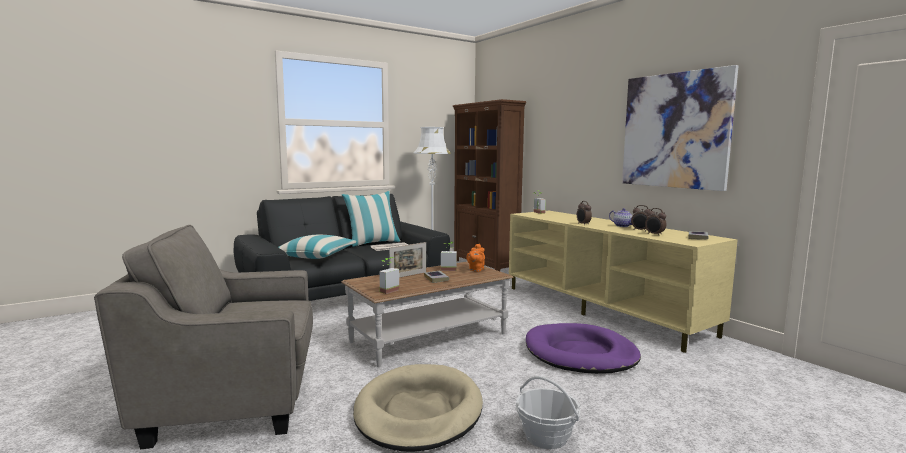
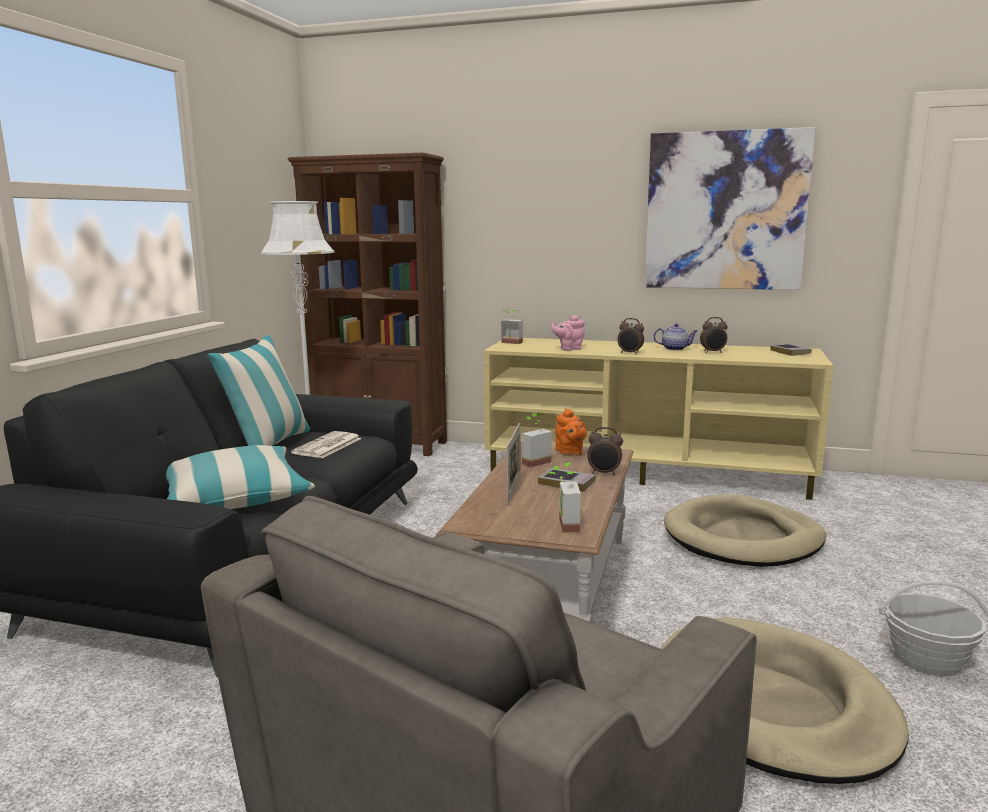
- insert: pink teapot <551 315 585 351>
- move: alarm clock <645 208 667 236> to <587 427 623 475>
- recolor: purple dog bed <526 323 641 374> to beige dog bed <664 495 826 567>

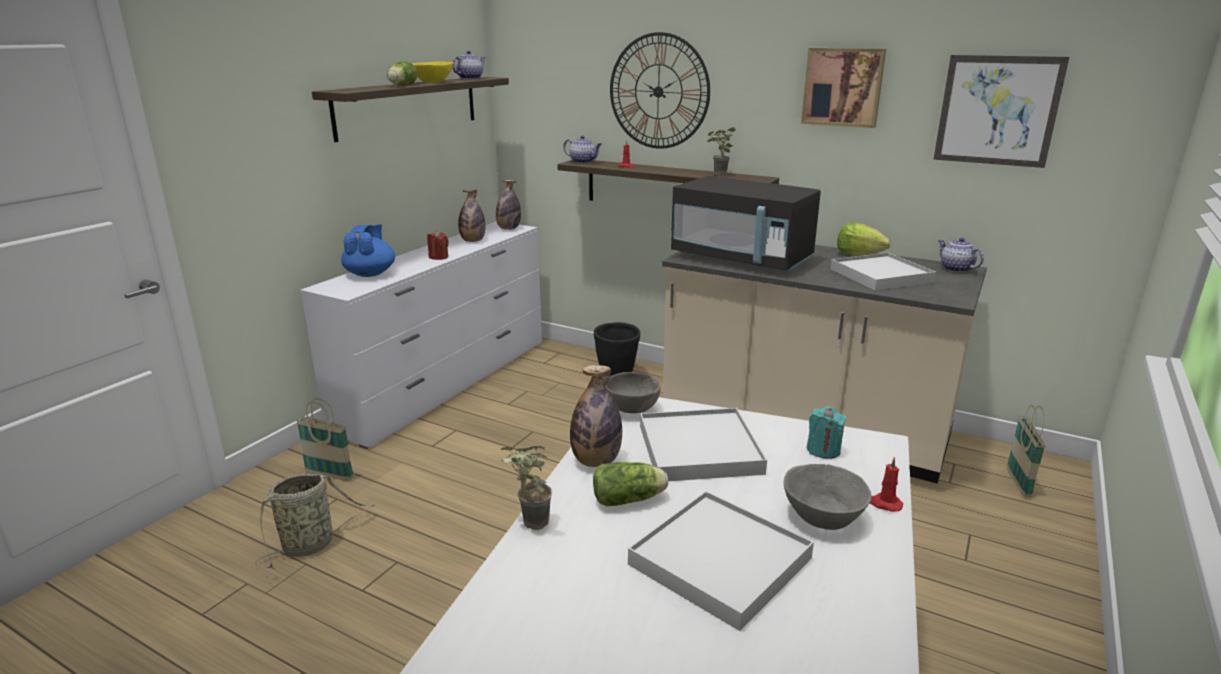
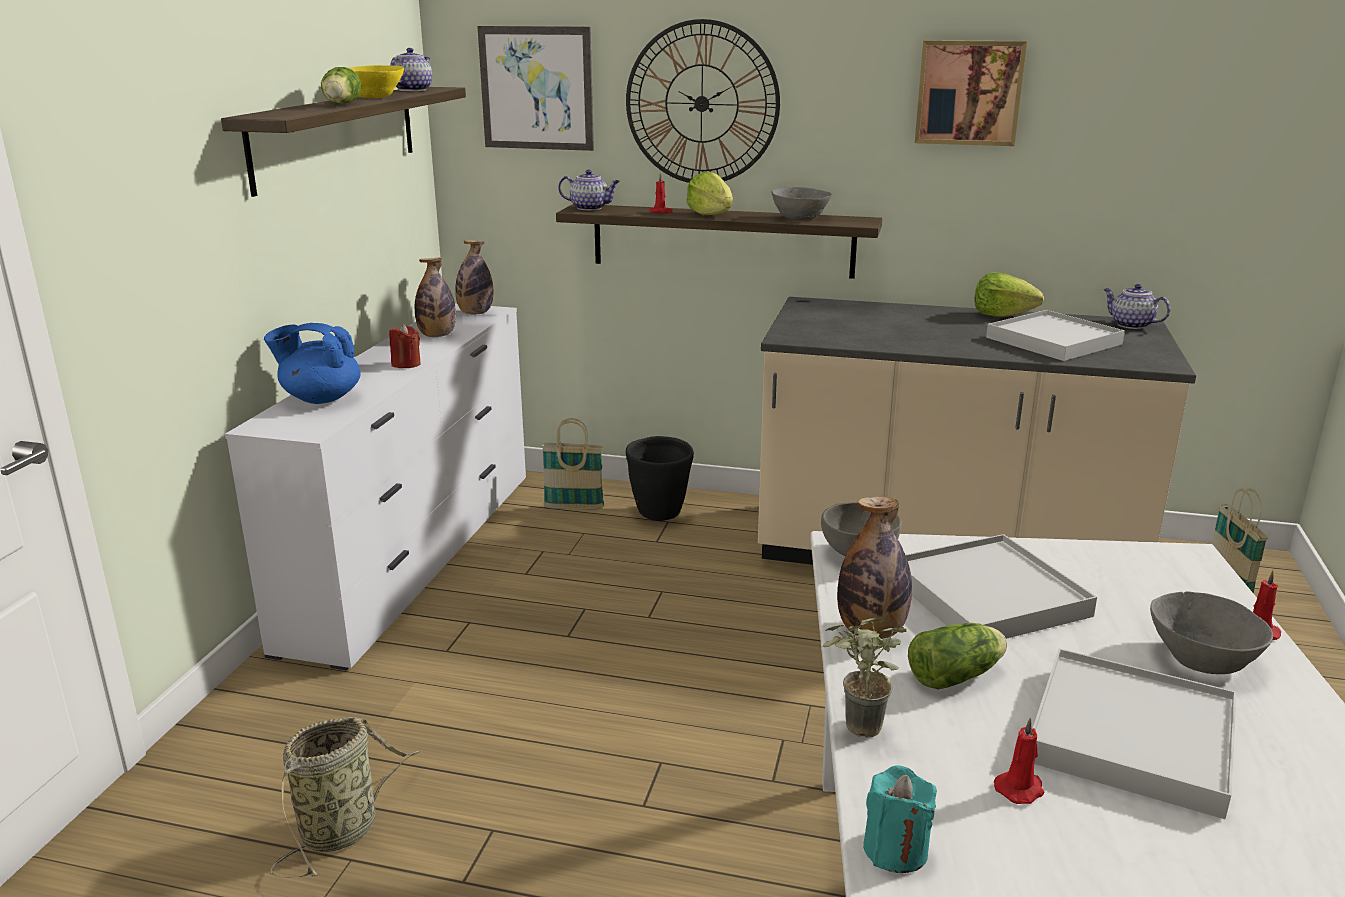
- rotate: blue teapot <341 224 395 277> = <264 323 360 404> 75 degrees counterclockwise
- move: picture <933 55 1069 168> to <477 26 594 151>
- move: basket <296 398 354 481> to <542 418 605 509>
- insert: lettuce <686 172 733 215>
- replace: potted plant <707 127 735 176> to grey bowl <772 187 832 220>
- move: turquoise candle <807 406 846 459> to <863 765 937 873>
- insert: red candle <994 717 1045 804>
- delete: black microwave <671 176 821 273>

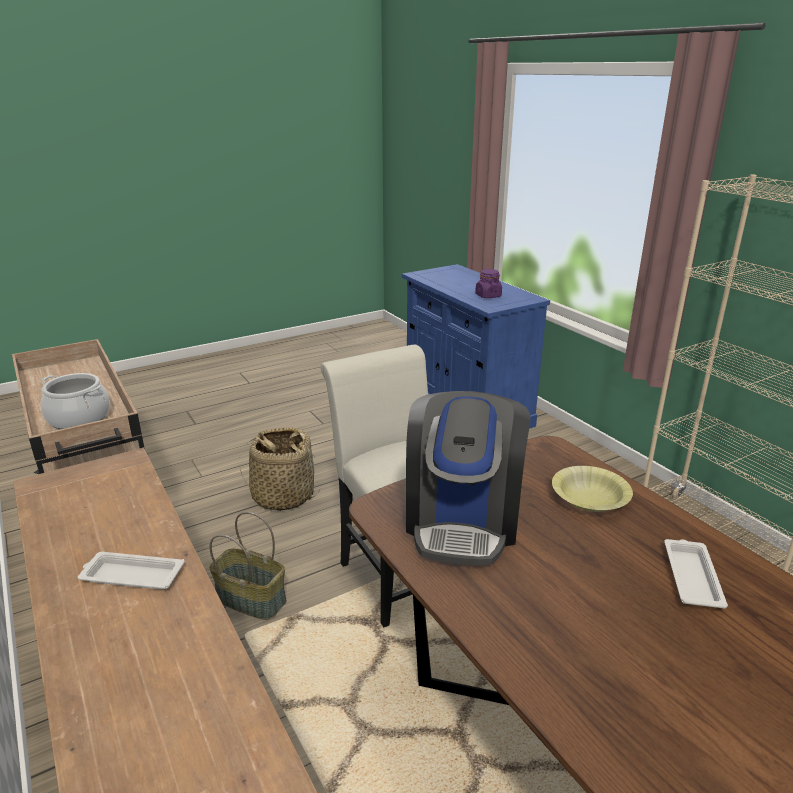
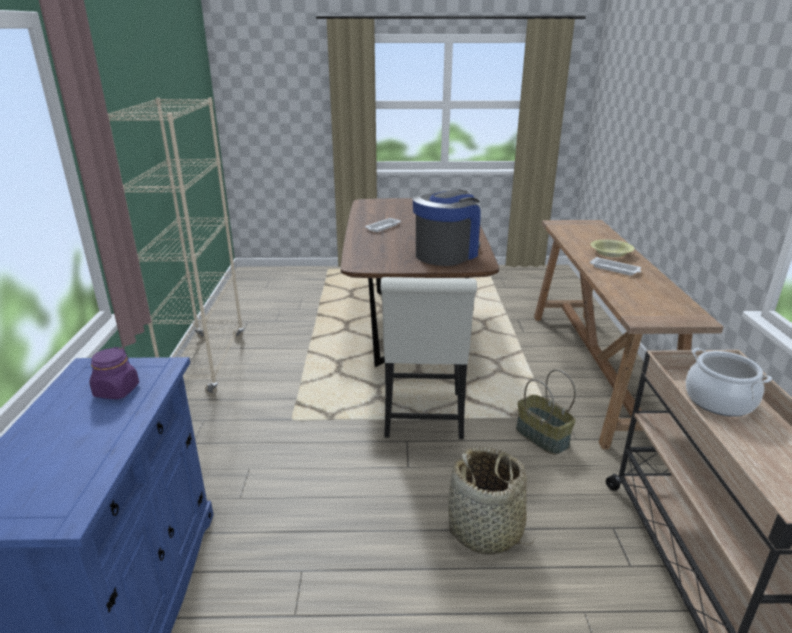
- move: yellow bowl <552 466 633 512> to <590 239 634 257>

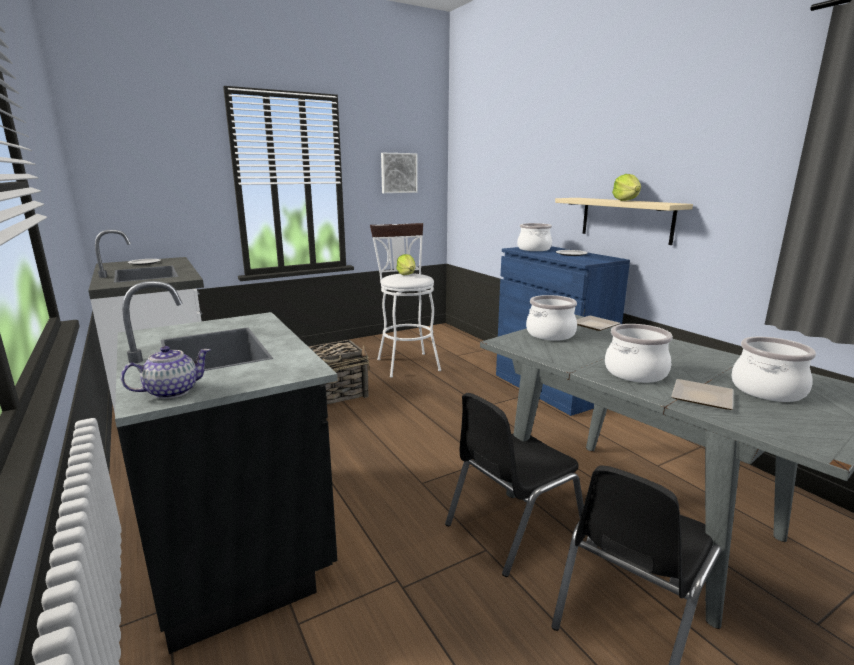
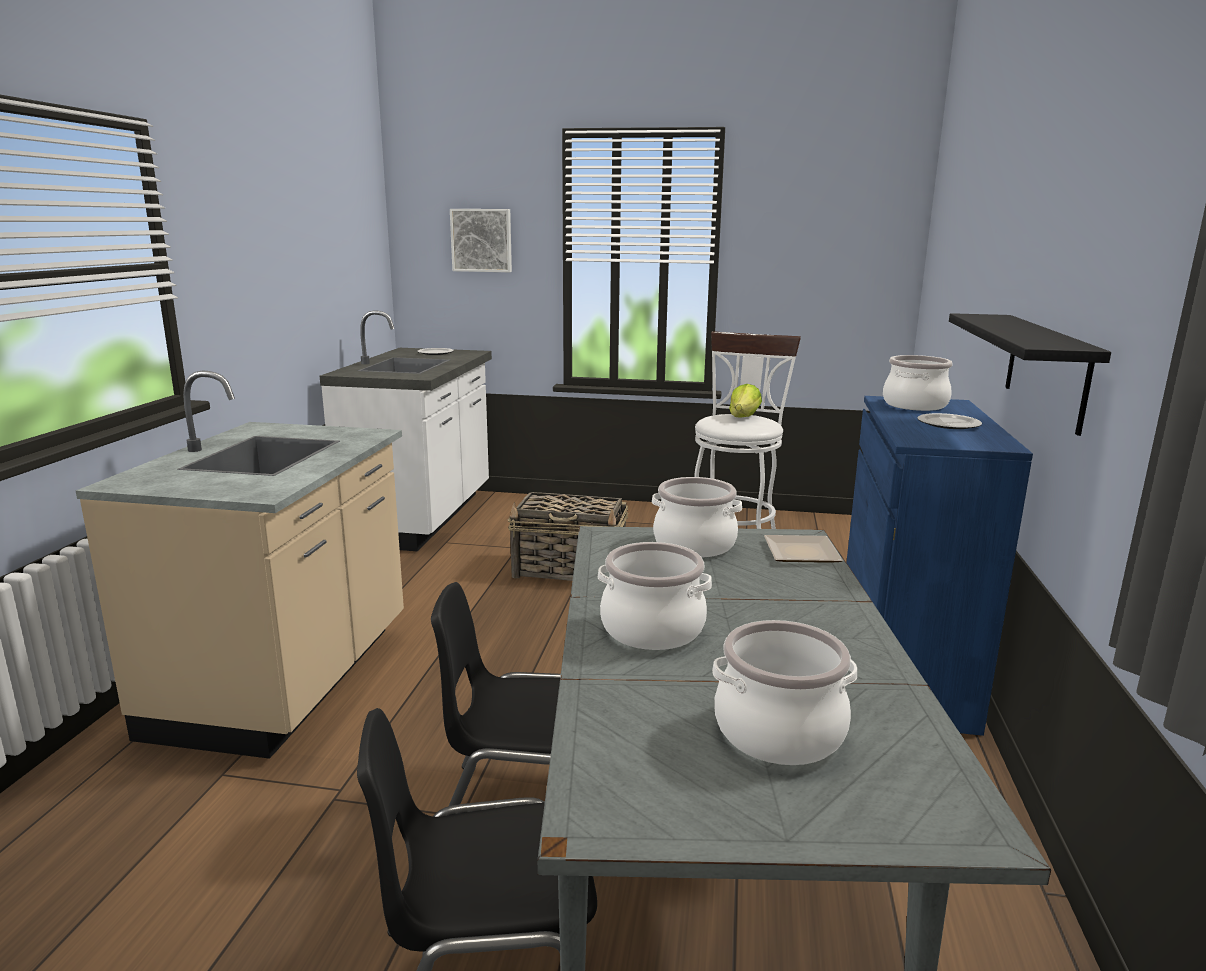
- recolor: black counter <115 281 338 654> to beige counter <76 370 404 759>
- move: picture <381 153 418 193> to <450 209 512 272>
- recolor: beige shelf <555 198 693 245> to black shelf <949 313 1111 436>
- delete: teapot <121 346 210 399>
- delete: lettuce <612 174 641 201>
- delete: plate <671 379 733 410>

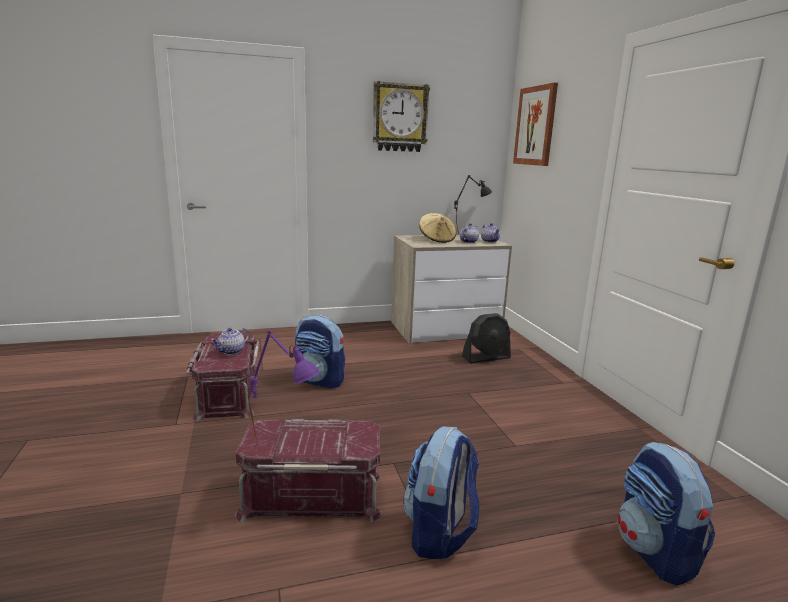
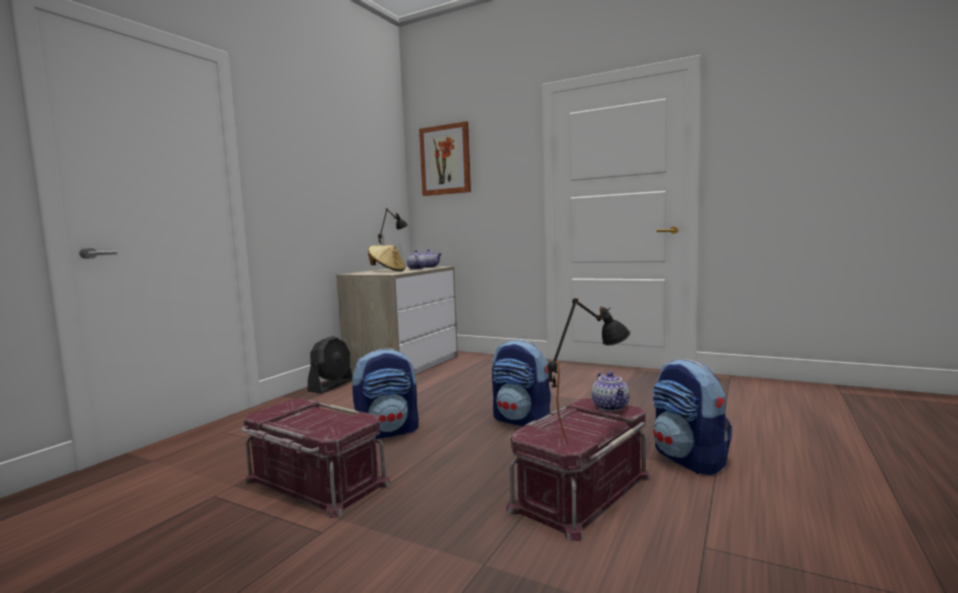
- move: black fan <462 313 511 363> to <307 336 353 393>
- move: backpack <617 442 715 586> to <492 340 551 426>
- recolor: purple table lamp <248 331 320 447> to black table lamp <548 298 630 444>
- move: teapot <211 328 249 355> to <591 372 629 411>
- delete: wall clock <372 81 430 152>

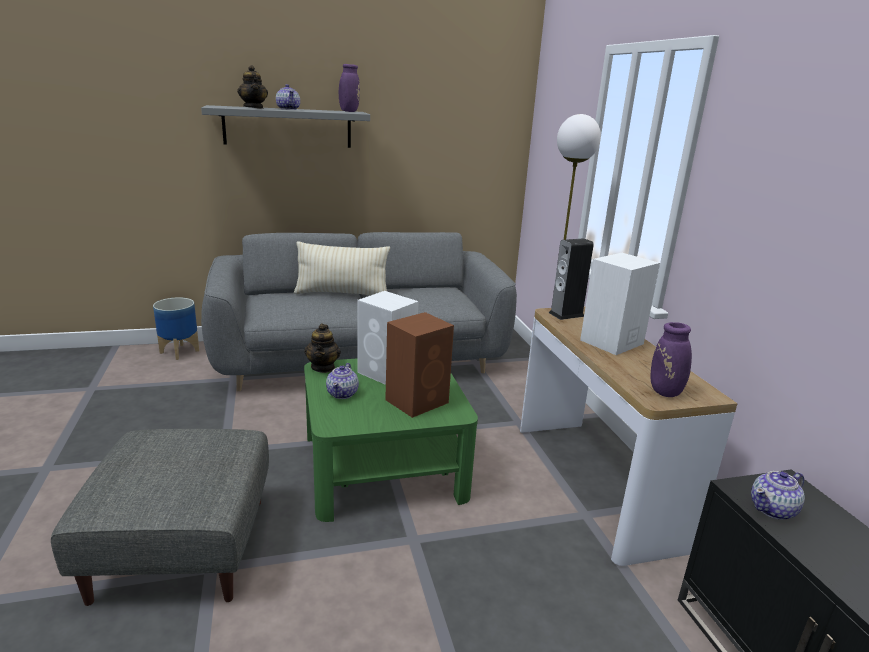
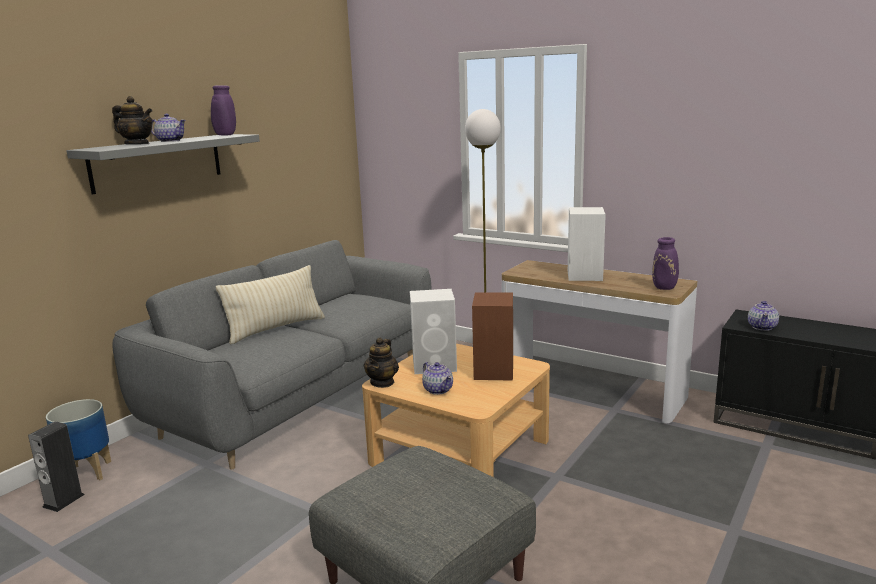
- move: speaker <549 238 594 320> to <28 421 85 512>
- recolor: green coffee table <304 359 478 522> to beige coffee table <362 344 550 477>
- rotate: teapot <304 324 341 373> = <364 337 399 388> 60 degrees clockwise

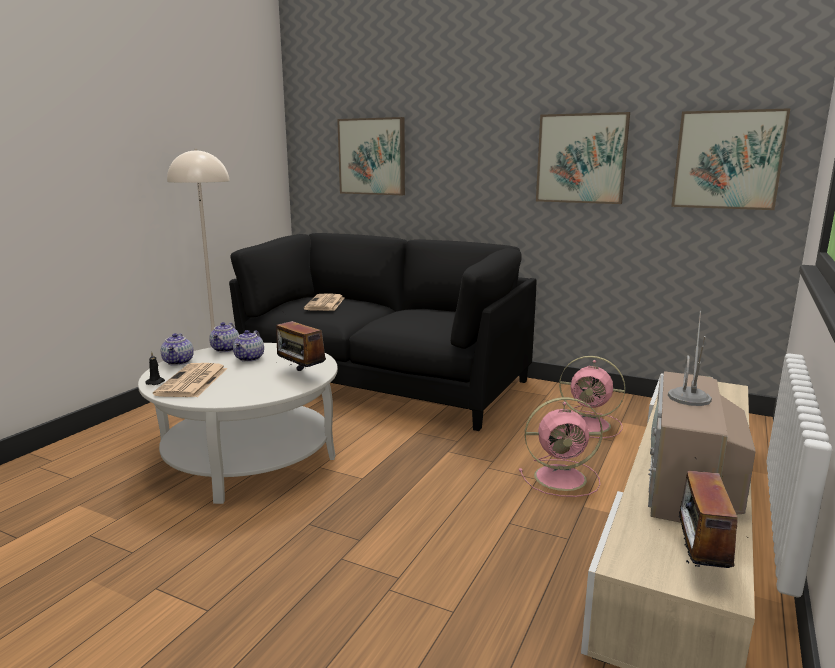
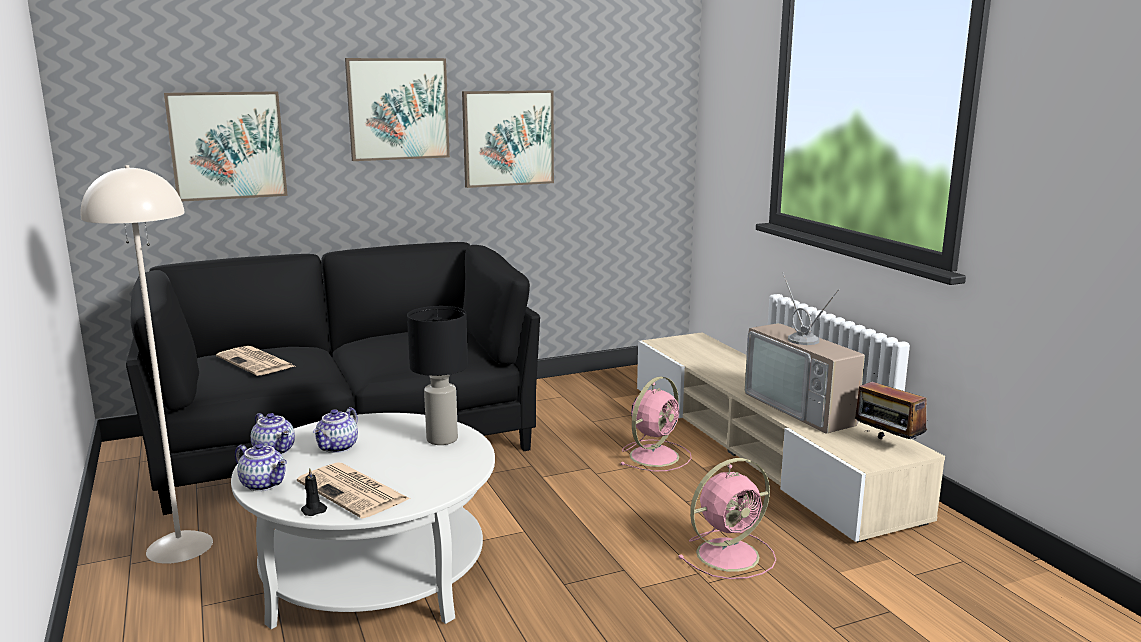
- rotate: teapot <233 330 264 362> = <313 407 358 453> 60 degrees clockwise
- move: picture <671 108 791 210> to <345 58 450 161>
- replace: radio <276 311 326 371> to black table lamp <407 306 468 445>
- move: pink fan <559 356 626 438> to <679 458 776 579>

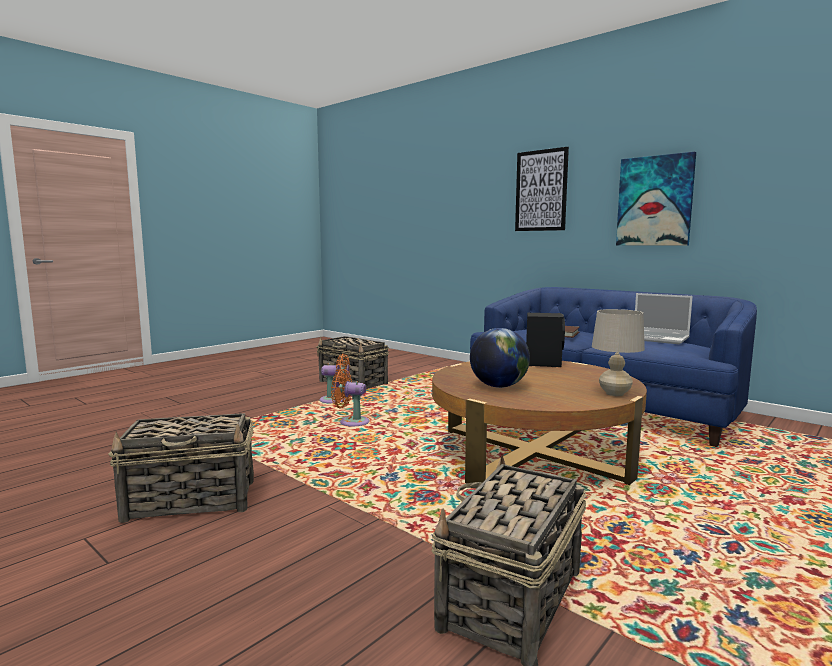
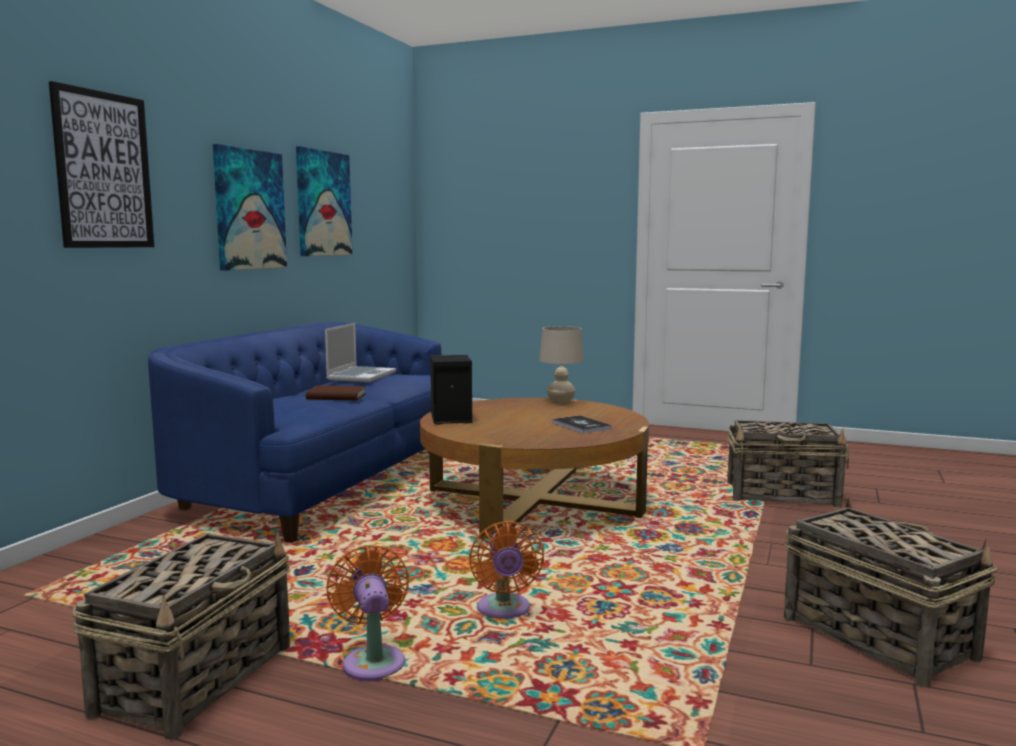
- insert: picture <296 146 352 256>
- replace: globe <470 328 530 388> to book <552 415 612 434>

